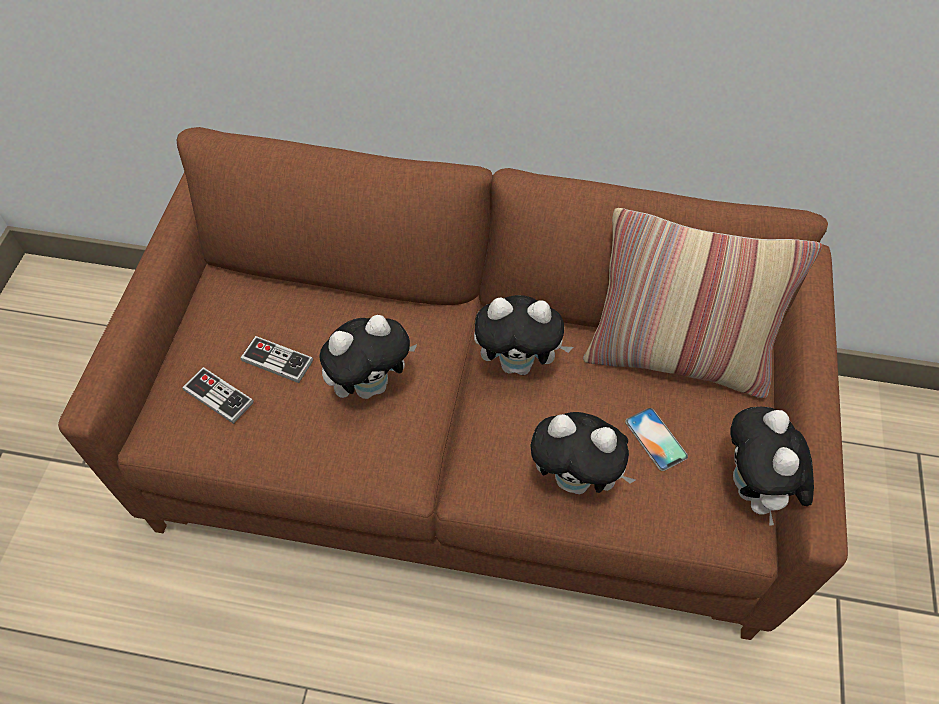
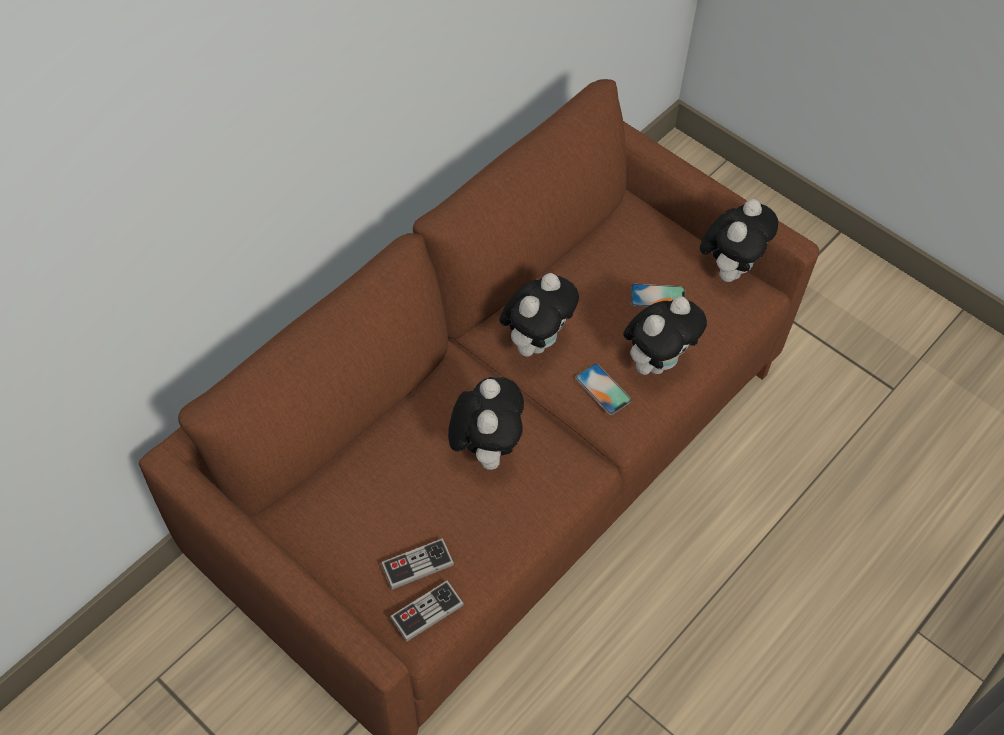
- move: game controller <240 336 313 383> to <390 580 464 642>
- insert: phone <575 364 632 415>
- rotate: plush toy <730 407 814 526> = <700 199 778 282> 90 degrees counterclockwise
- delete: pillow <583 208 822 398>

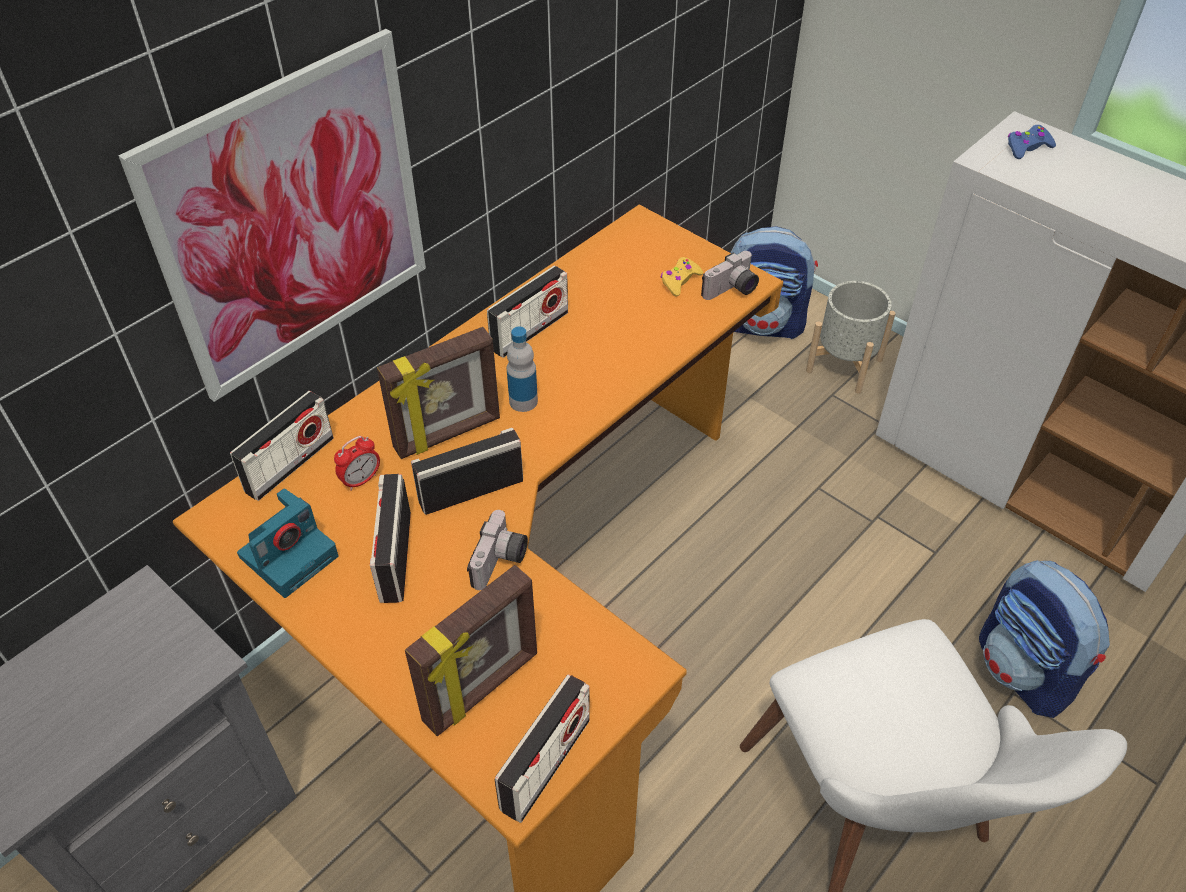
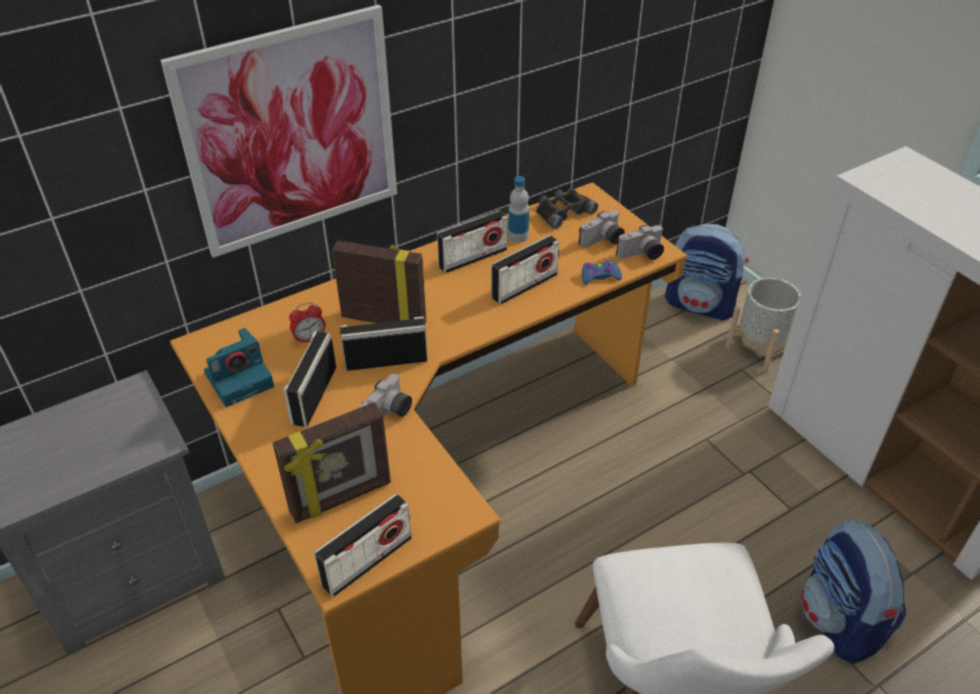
- rotate: picture frame <377 327 500 459> = <332 241 426 323> 150 degrees counterclockwise
- move: radio <230 391 334 501> to <491 235 559 305>
- move: bottle <507 327 538 412> to <508 176 529 243>
- insert: black binoculars <536 188 598 229>
- replace: yellow game controller <661 257 703 296> to photo camera <579 210 625 248>
- move: blue game controller <1008 125 1056 159> to <582 260 622 285>

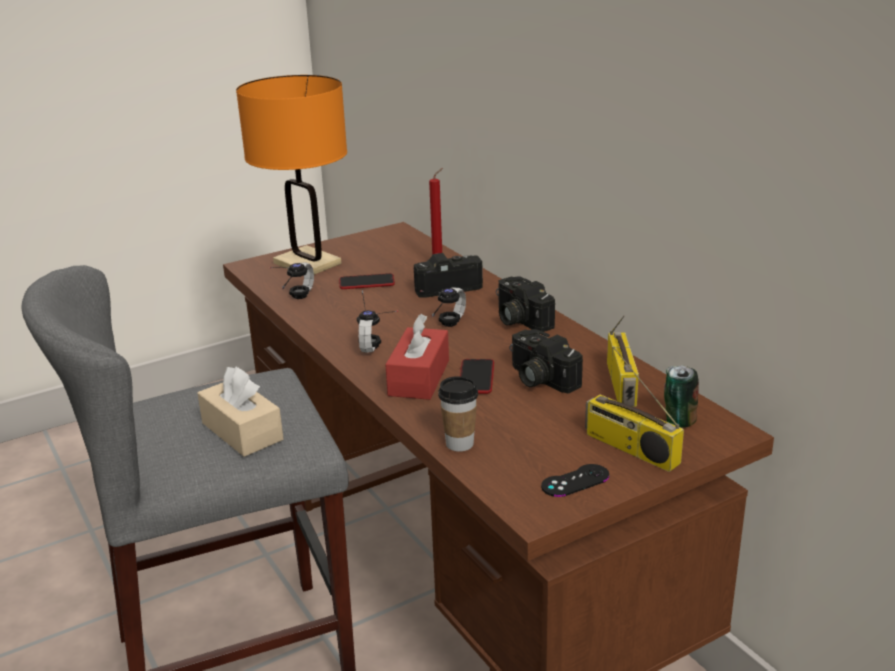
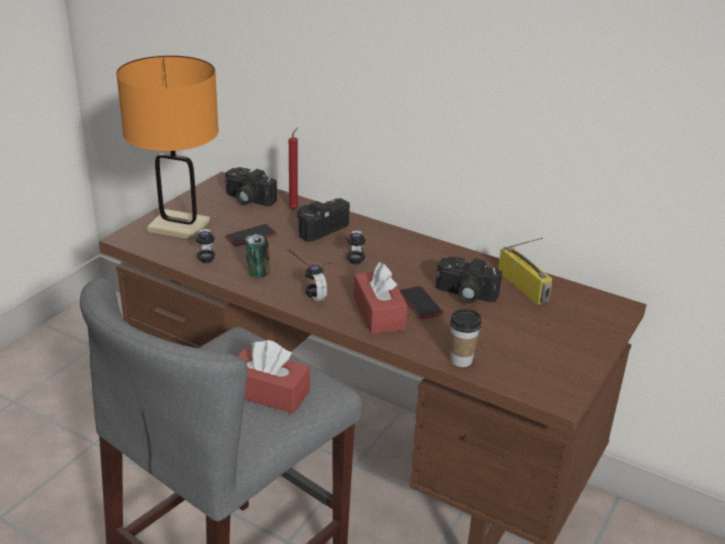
- move: photo camera <496 276 555 332> to <224 167 277 206>
- recolor: beige tissue box <197 366 284 457> to red tissue box <237 340 310 414>
- move: can <664 365 699 428> to <245 234 270 278>
- delete: black game controller <541 464 609 497>
- delete: radio <585 347 684 472>

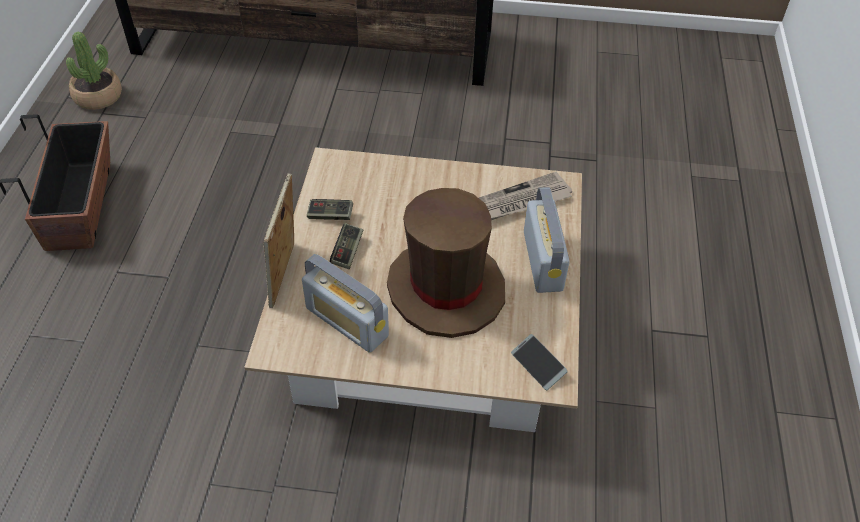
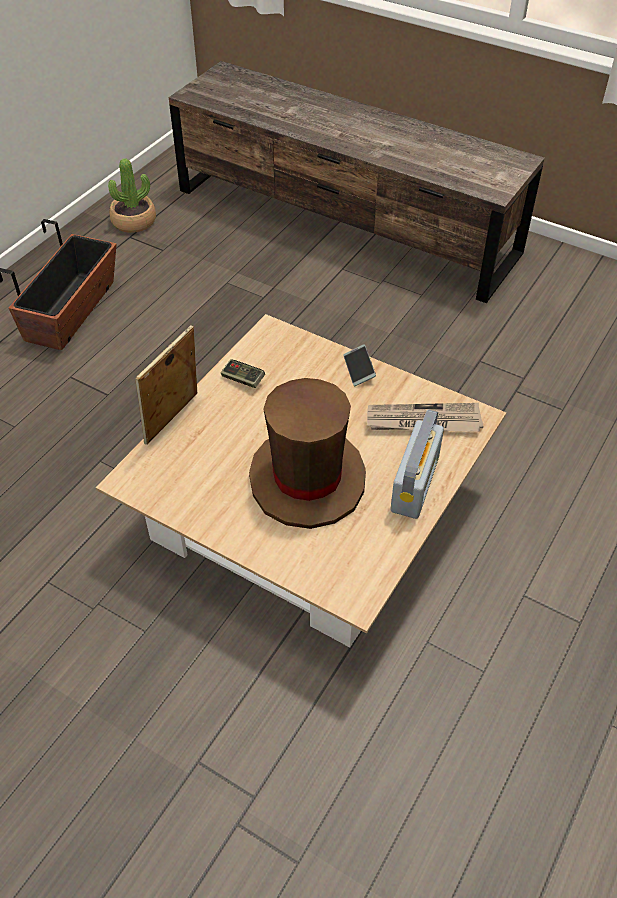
- move: phone <511 334 568 390> to <343 344 376 386>
- delete: radio <302 254 389 353>
- delete: game controller <330 223 363 269>

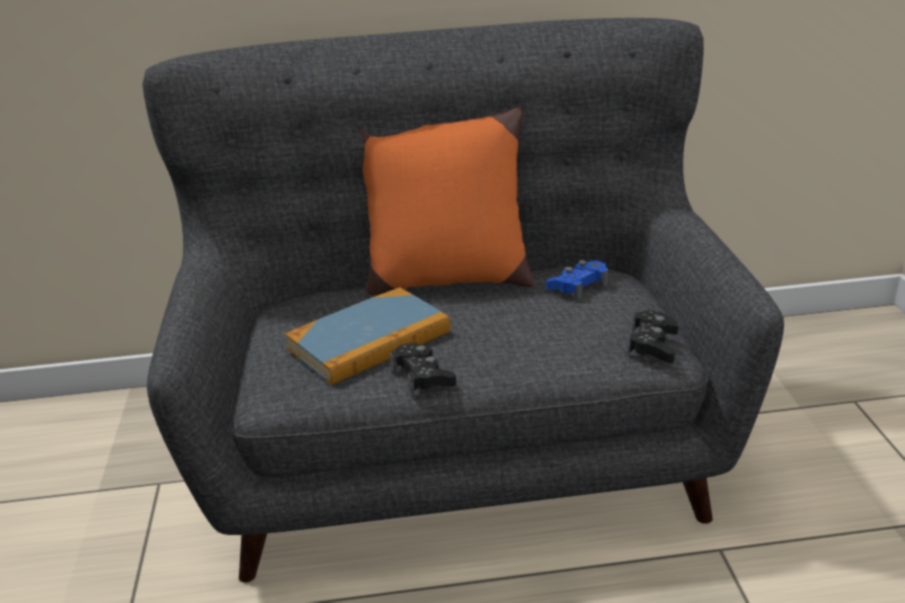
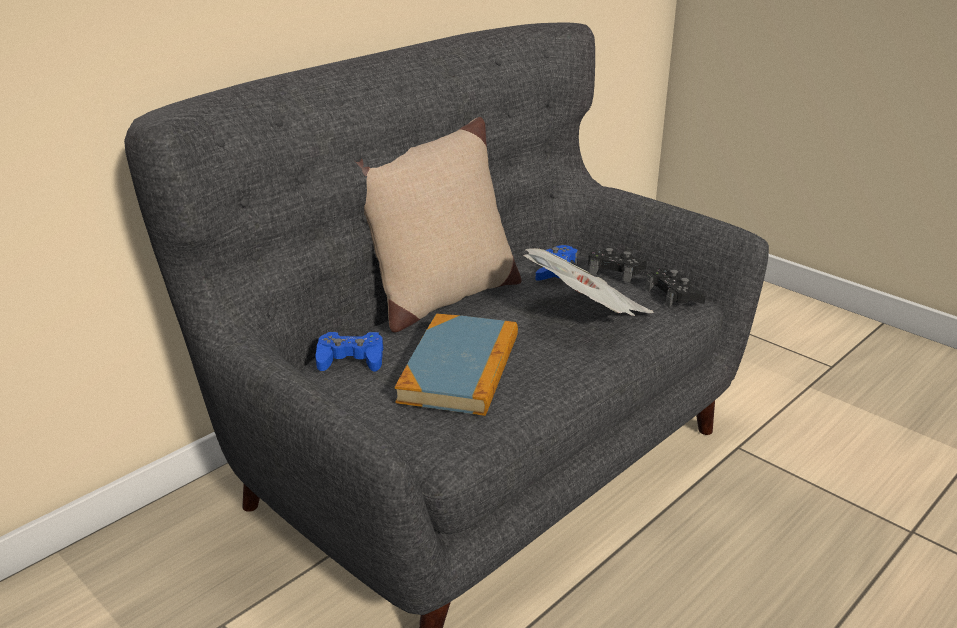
- insert: blue game controller <315 332 383 372>
- recolor: orange pillow <358 107 533 295> to beige pillow <354 117 521 332>
- insert: newspaper <523 248 654 316>
- move: black game controller <390 343 456 395> to <588 248 647 282>

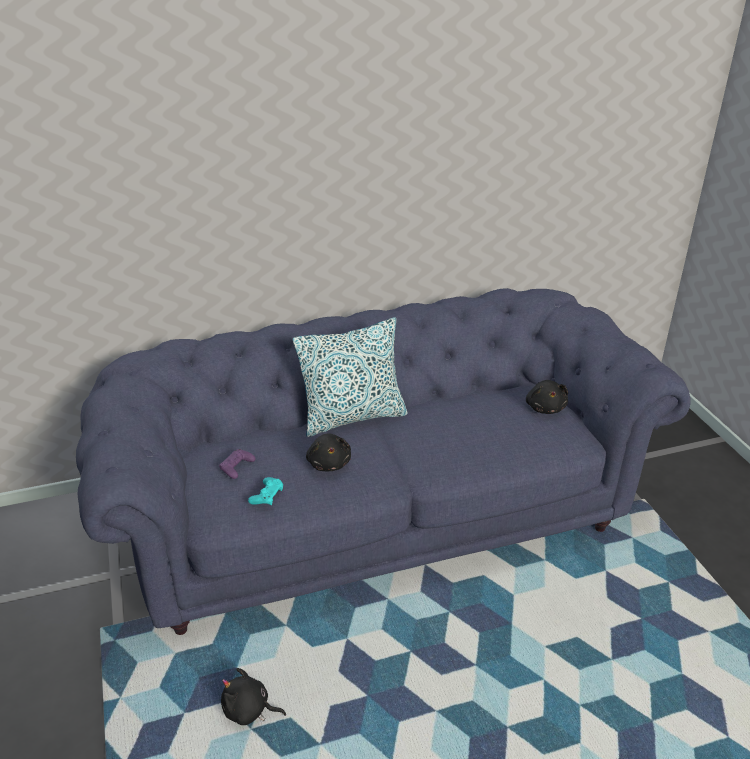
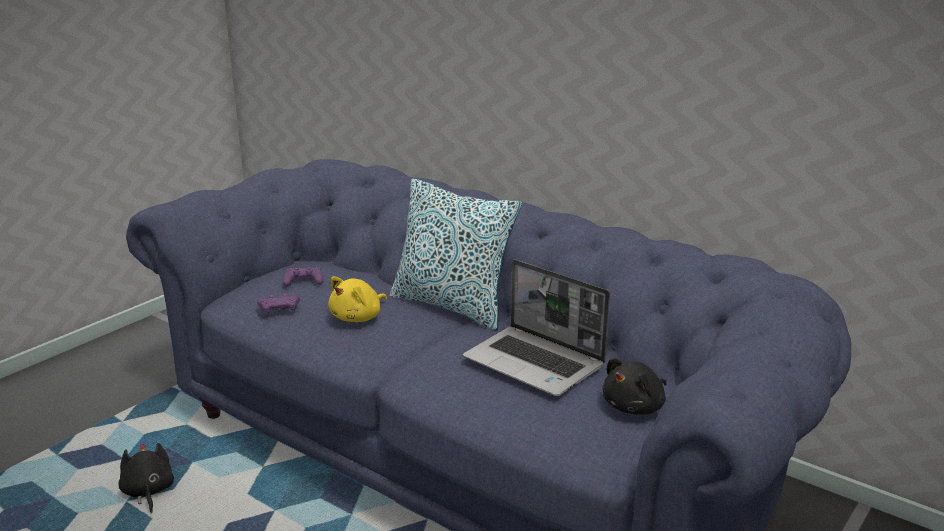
- recolor: turquoise game controller <248 477 283 505> to purple game controller <257 293 300 314>
- recolor: black plush toy <306 433 351 471> to yellow plush toy <328 276 387 322>
- insert: laptop <463 259 610 396>

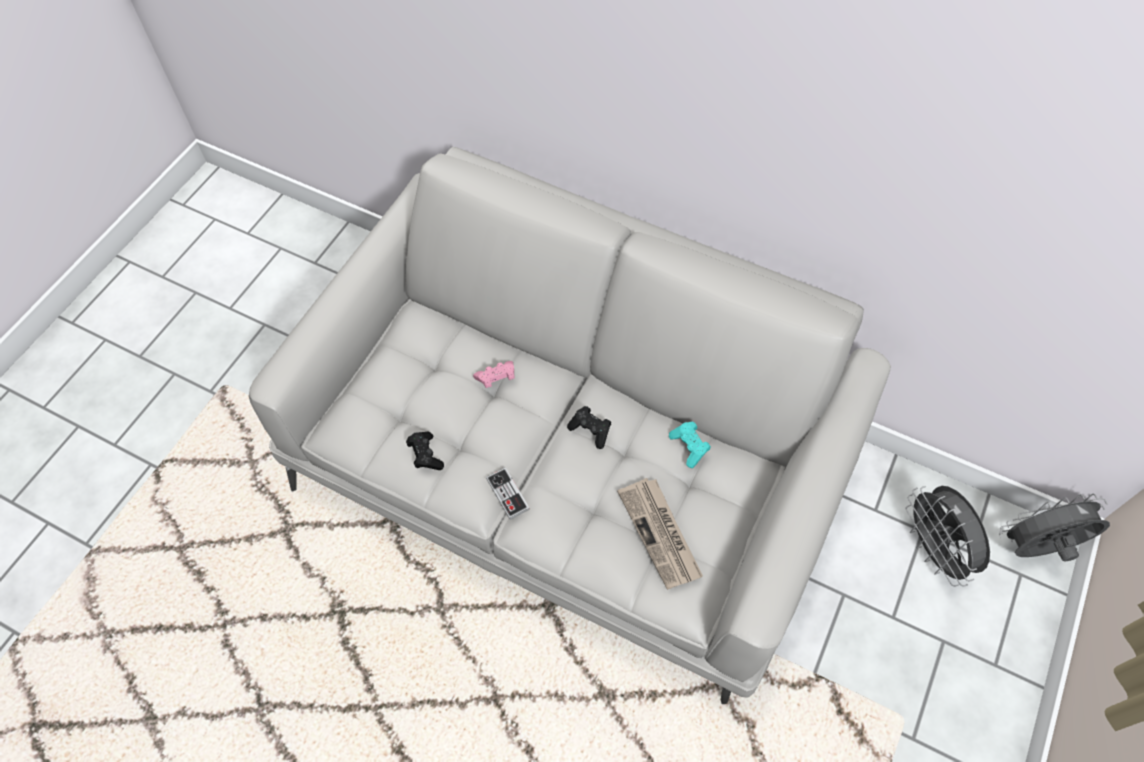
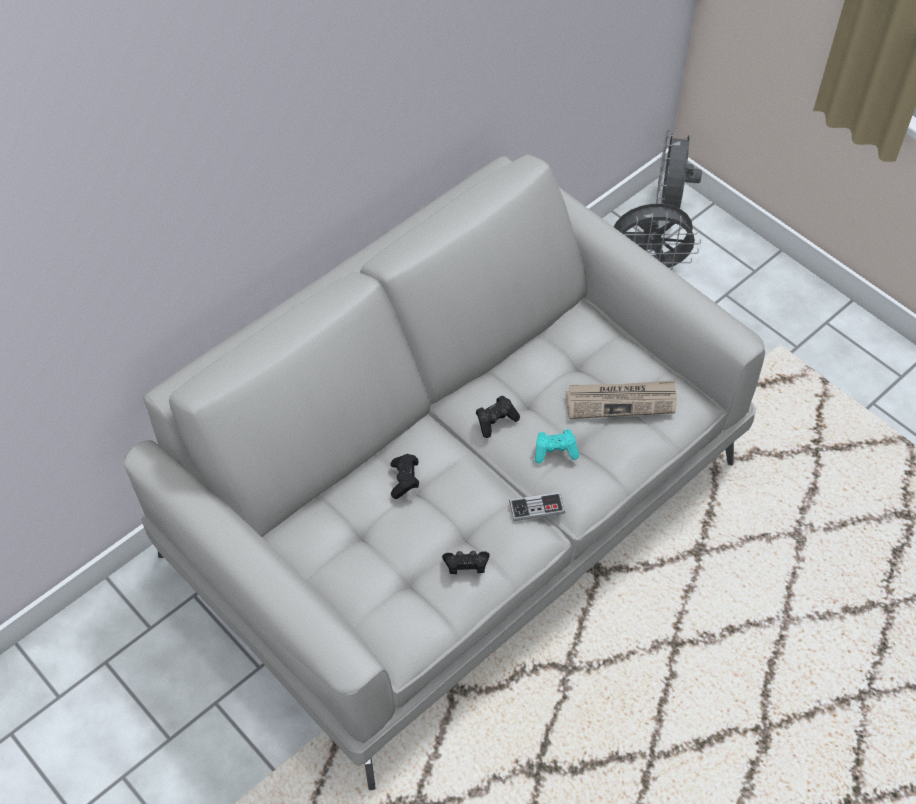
- recolor: pink game controller <473 361 515 388> to black game controller <390 454 419 499>
- move: turquoise game controller <669 421 711 468> to <535 429 579 464>

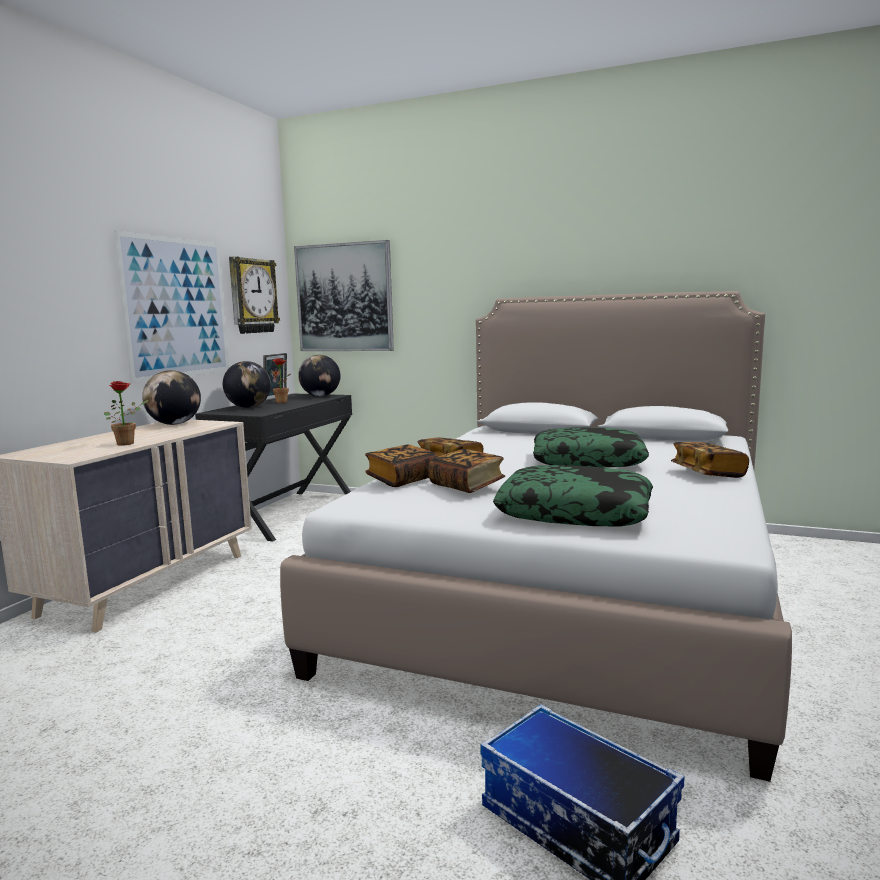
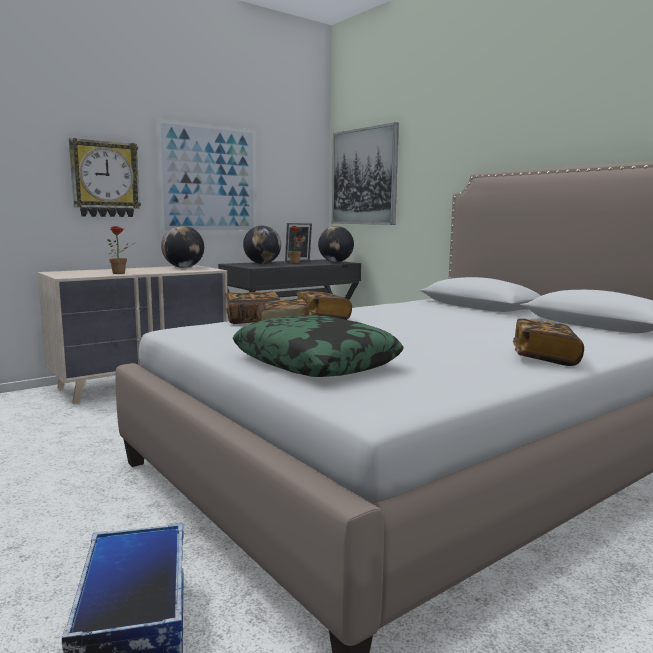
- move: wall clock <229 257 280 334> to <69 138 141 217>
- delete: pillow <533 428 649 468>

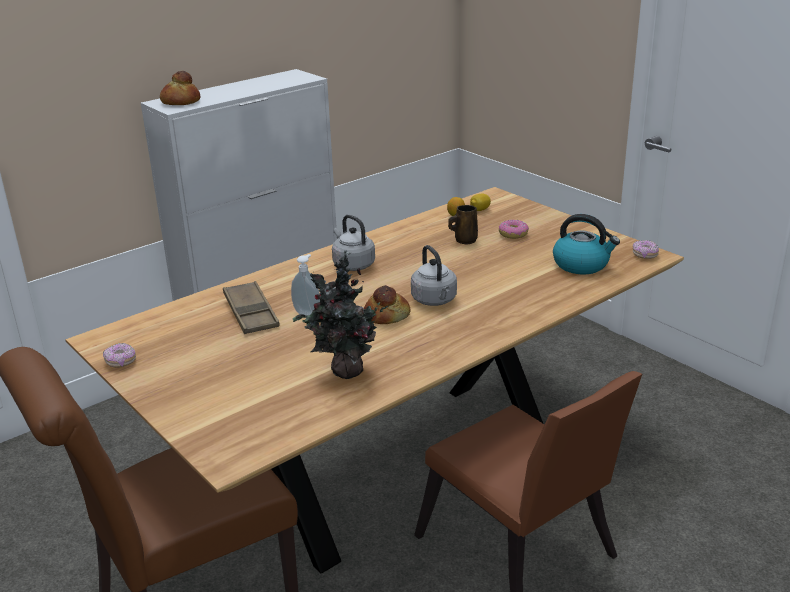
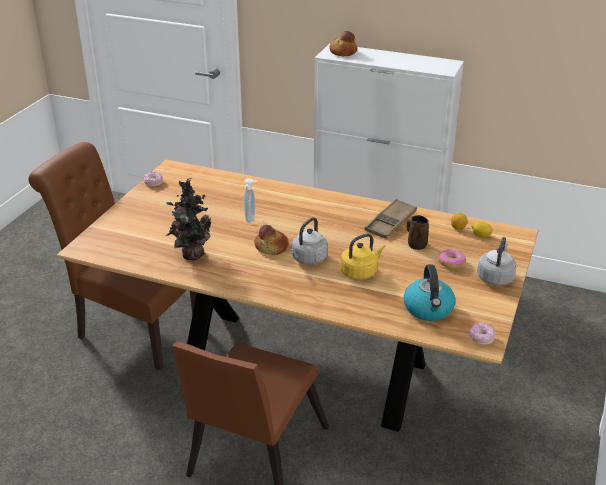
- insert: yellow kettle <341 233 385 280>
- move: brown tray <223 281 280 334> to <365 199 417 239>
- move: grey kettle <332 215 375 271> to <477 237 516 286>

